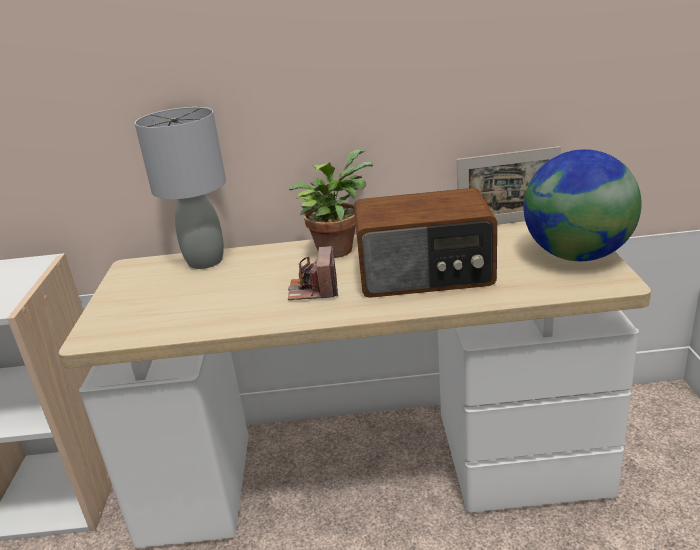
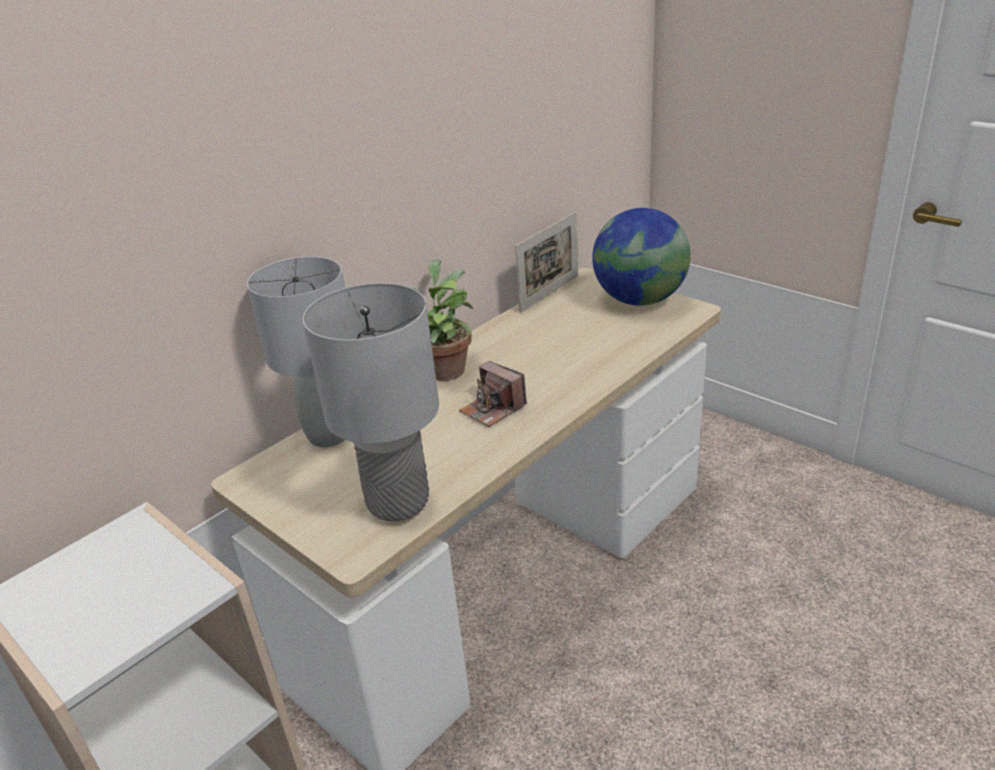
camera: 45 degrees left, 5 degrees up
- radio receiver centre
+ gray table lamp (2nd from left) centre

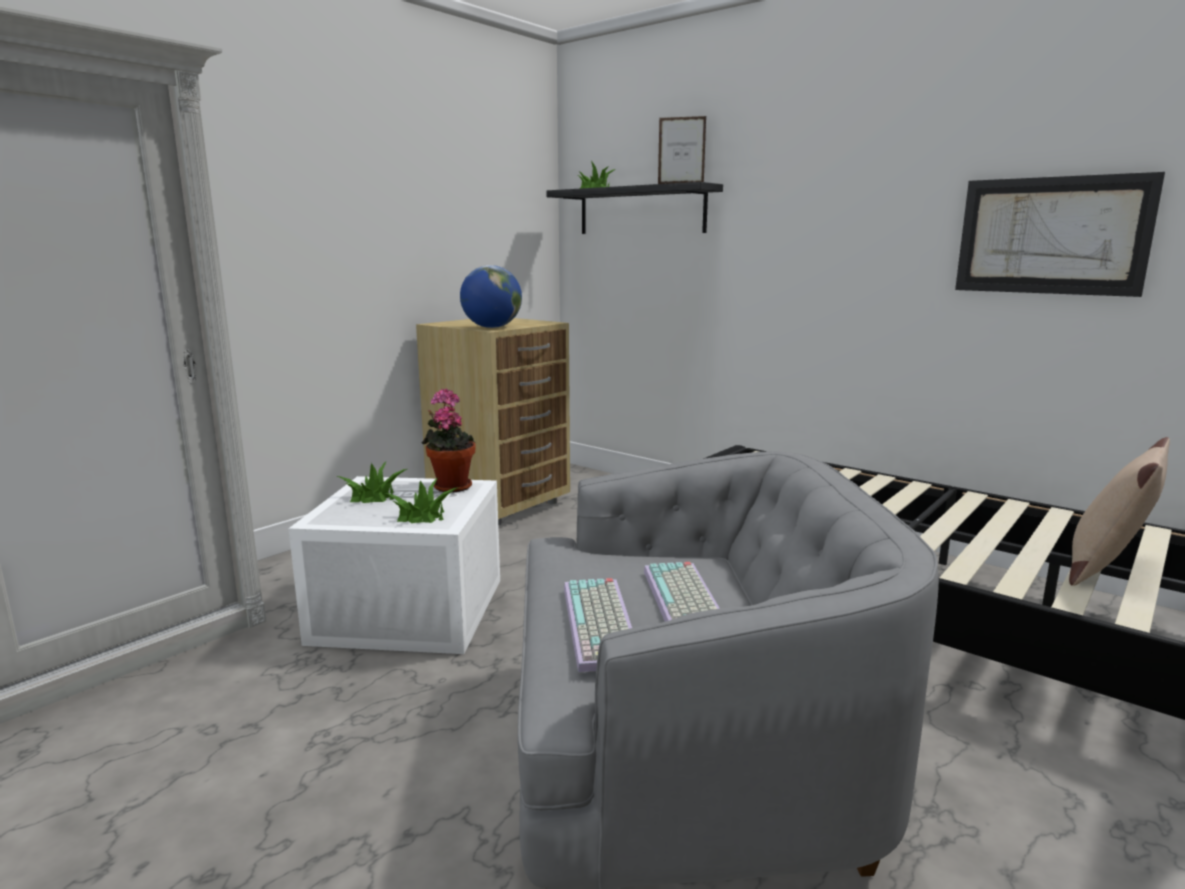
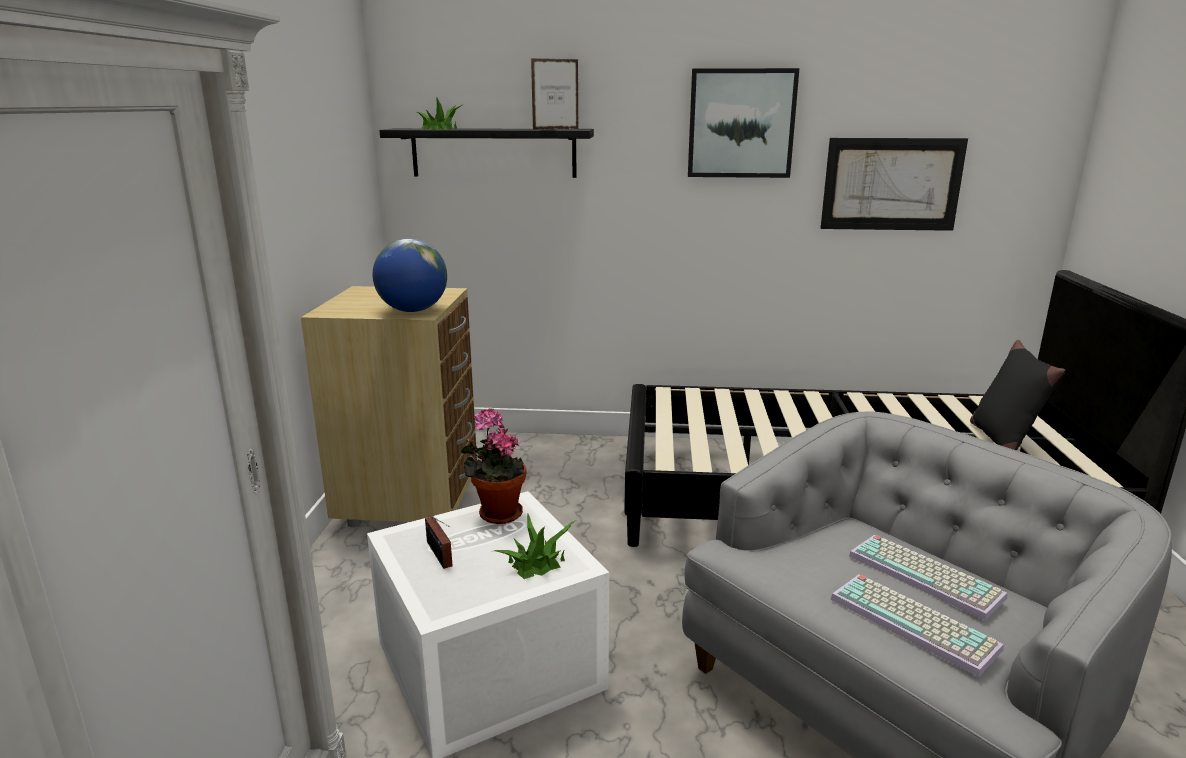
camera: 35 degrees left, 5 degrees up
+ picture (1st from left) top centre
~ plant in a pot (1st from left) middle left to radio receiver bottom centre
~ sand-coloured pillow middle right to black pillow middle right

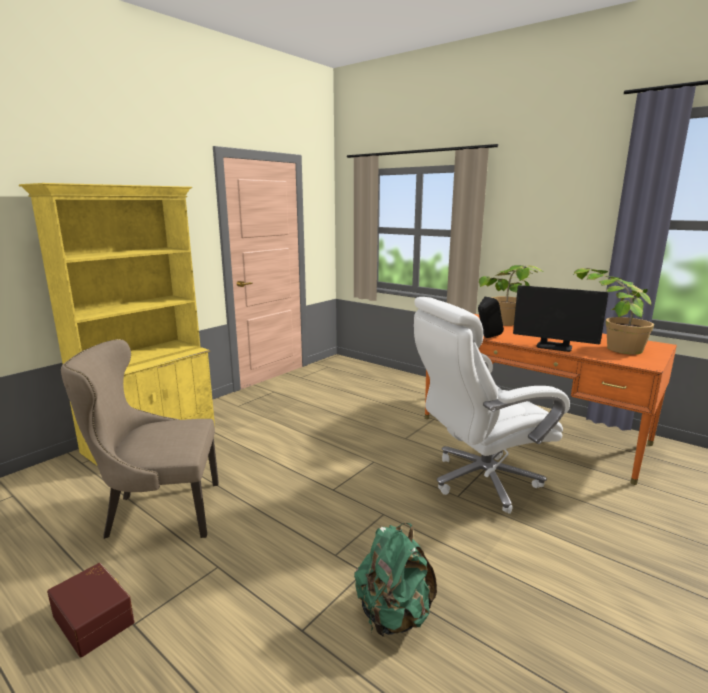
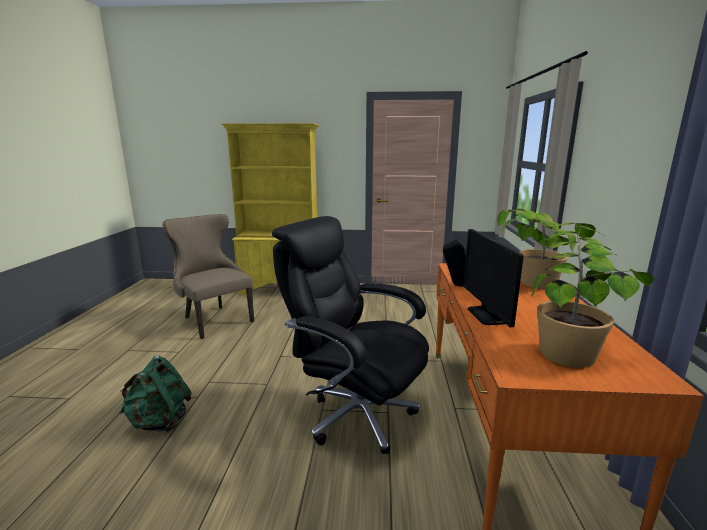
camera: 55 degrees right, 0 degrees up
- brownish storage box bottom left
~ white desk chair middle right to black desk chair centre

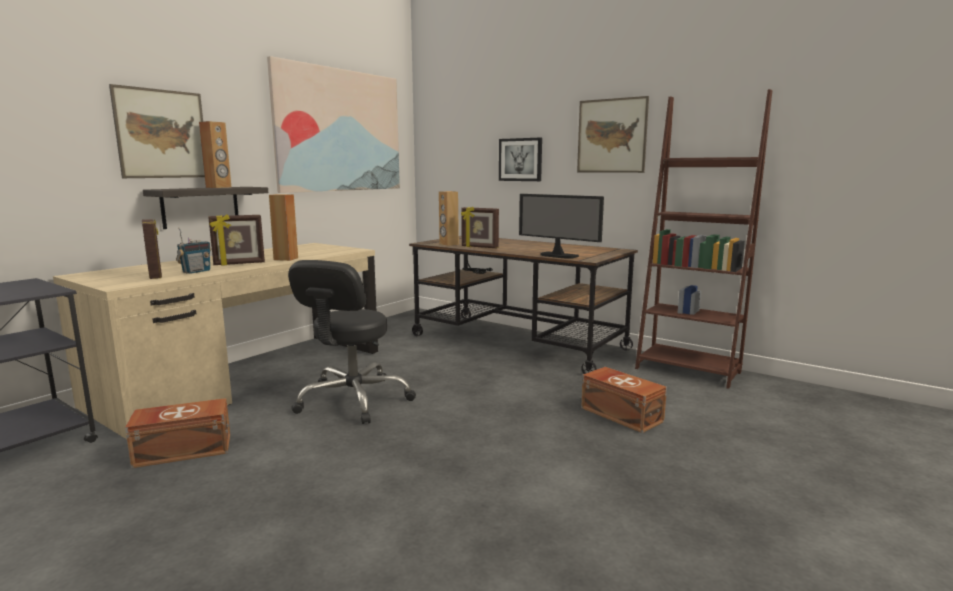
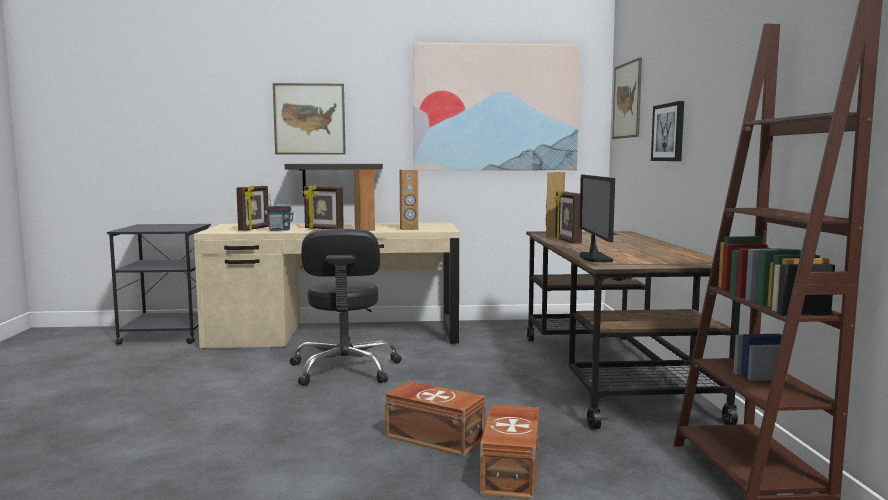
camera: 50 degrees right, 5 degrees down
~ brownish storage box (1st from left) bottom left to bottom centre
~ brownish speaker (1st from left in the first image) top left to brownish speaker (2nd from left) centre
~ picture (4th from left in the first image) top centre to picture (3rd from left) top right
~ black desk chair centre = centre 75 degrees counterclockwise

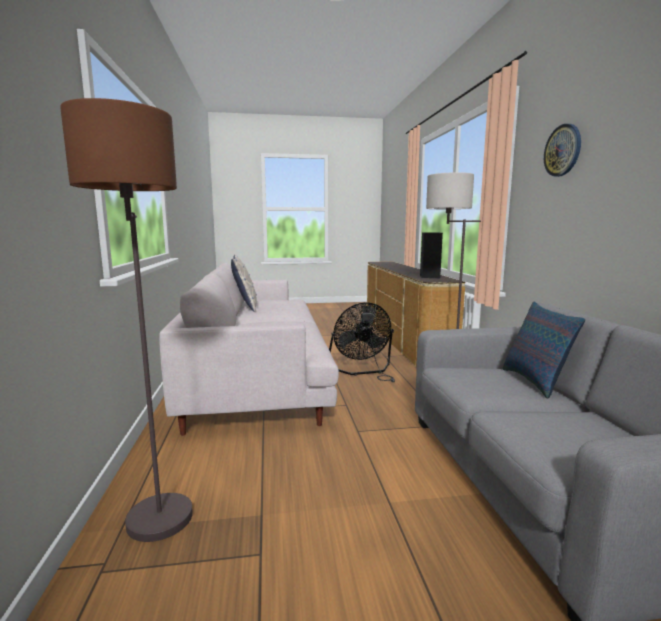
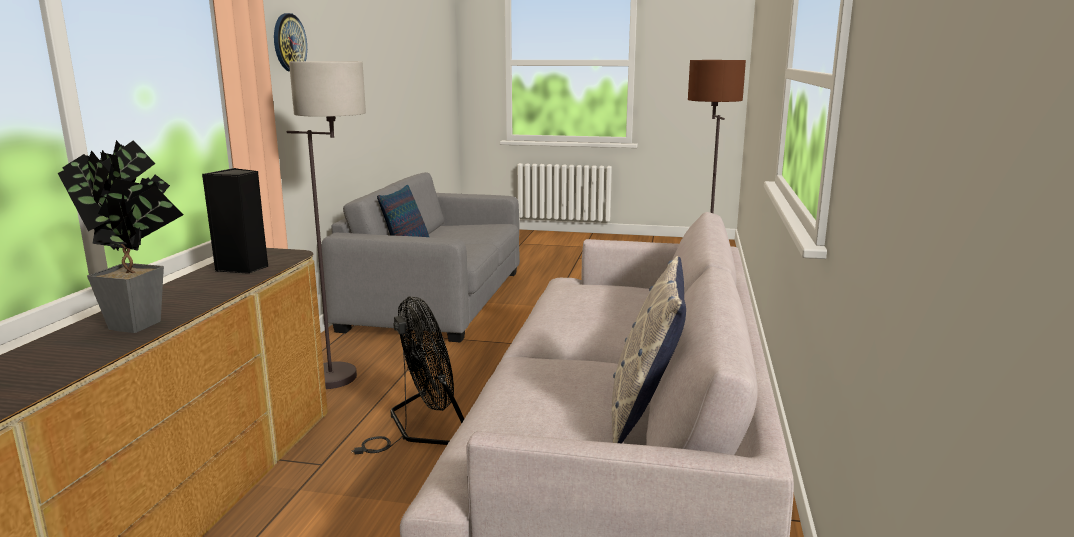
camera: 160 degrees left, 5 degrees up
+ plant in a pot middle left
~ black cooling fan centre = bottom centre 120 degrees counterclockwise

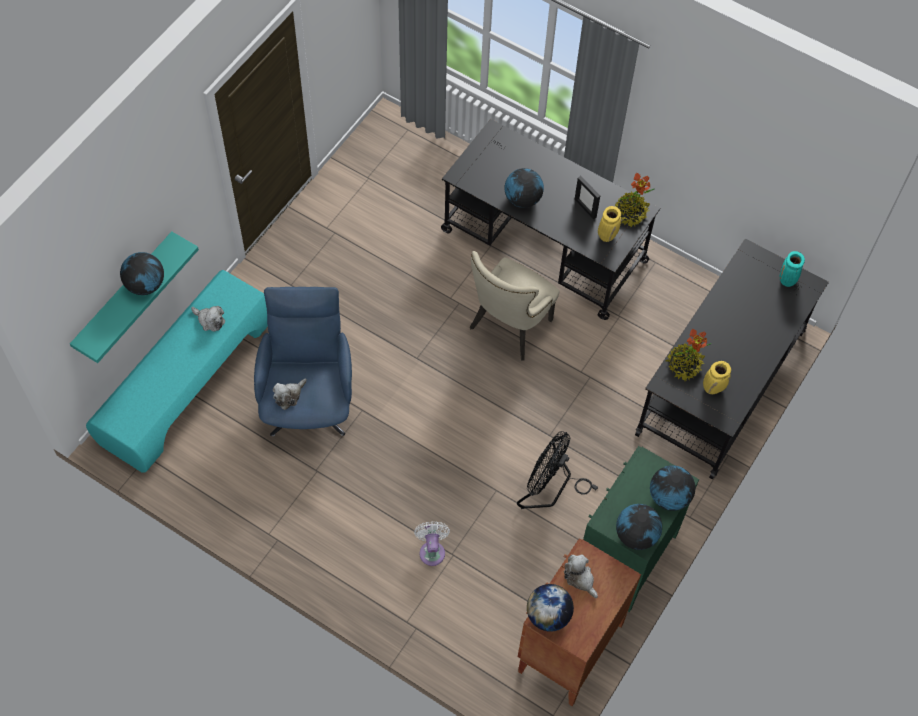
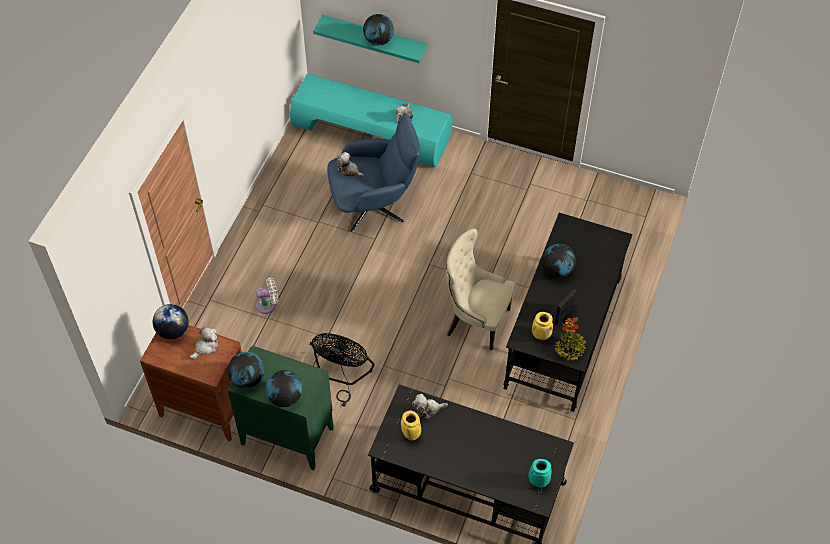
camera: 80 degrees right, 5 degrees down
~ plant in a pot (2nd from left) middle right to soft toy (4th from left) bottom centre

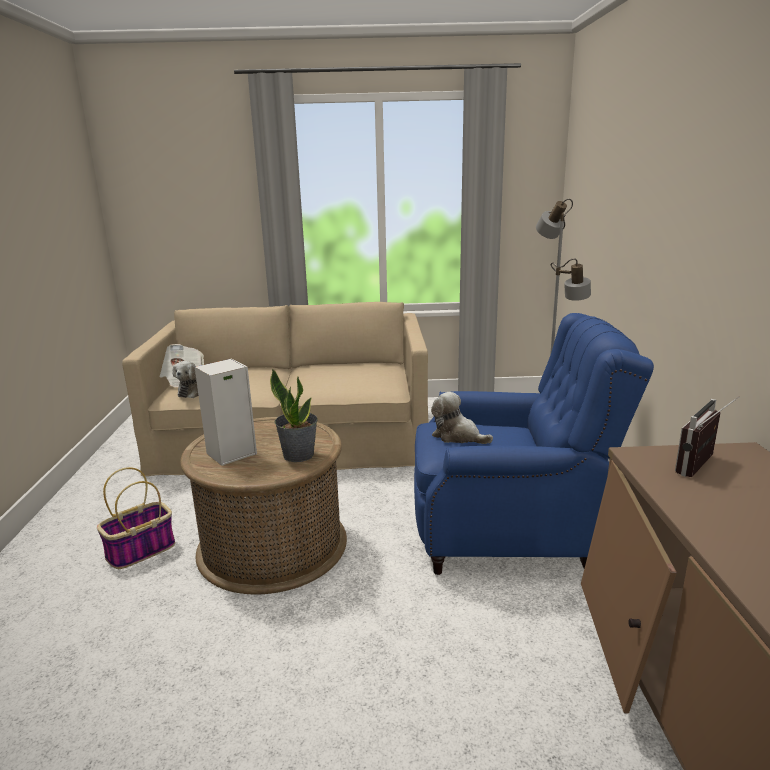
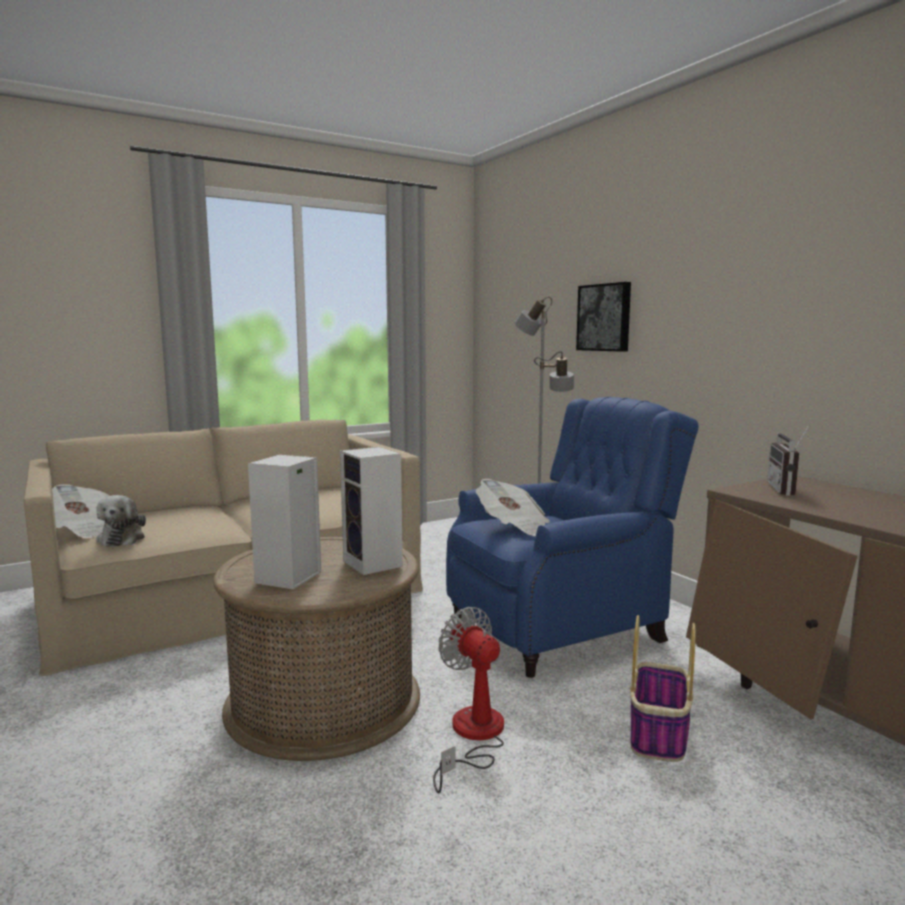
camera: 30 degrees left, 10 degrees down
+ cooling fan bottom centre
+ picture centre
~ storage basket bottom left to bottom right
~ plant in a pot centre to speaker (2nd from left) centre
~ soft toy (2nd from left) centre to newspaper (2nd from left) centre

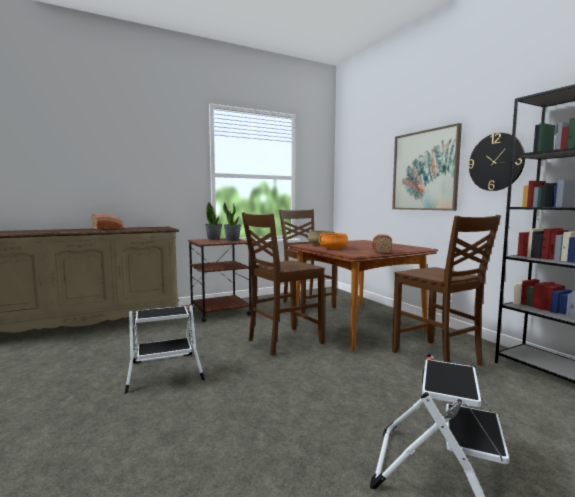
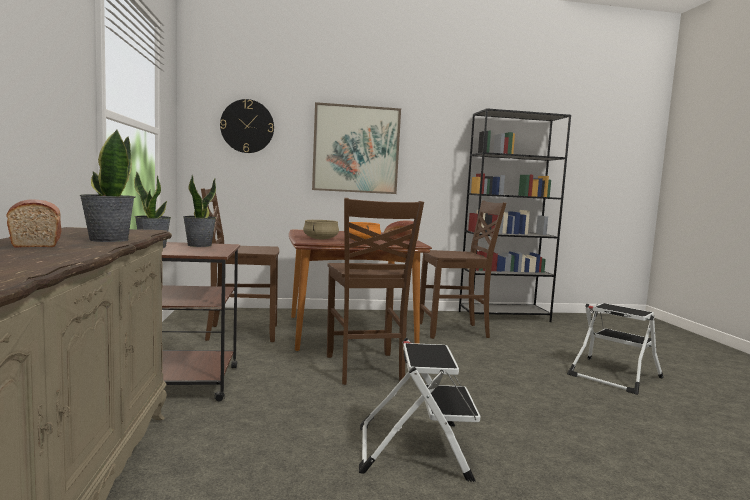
camera: 70 degrees left, 0 degrees up
+ plant in a pot (1st from left) middle left
~ wall clock top right to top left

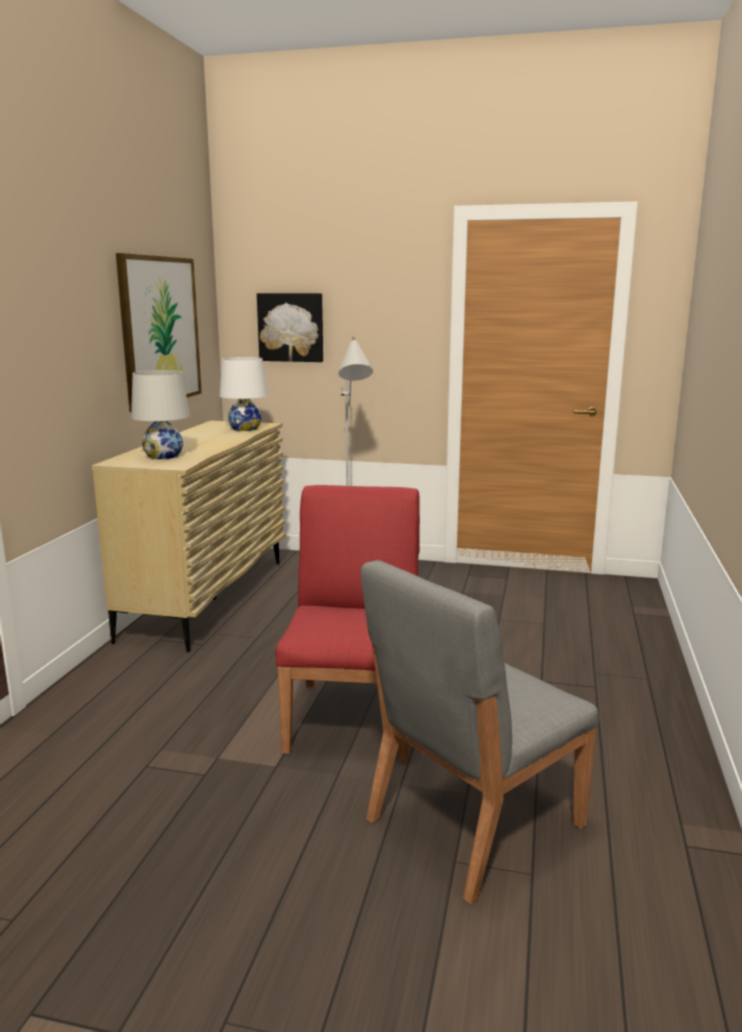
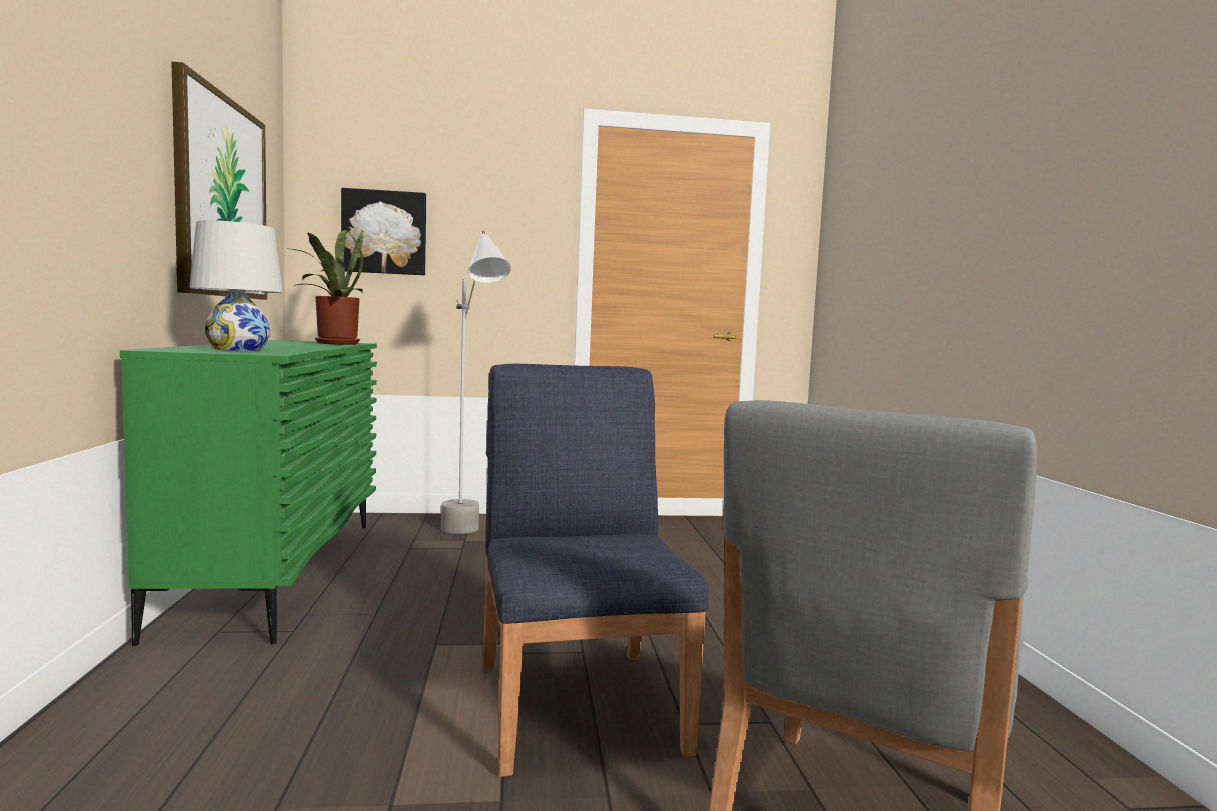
camera: 20 degrees left, 10 degrees down
~ white table lamp (2nd from left) middle left to plant in a pot middle left
~ sand-coloured drawer chest middle left to green drawer chest middle left
~ red upright chair centre to blue-coloured upright chair bottom centre

